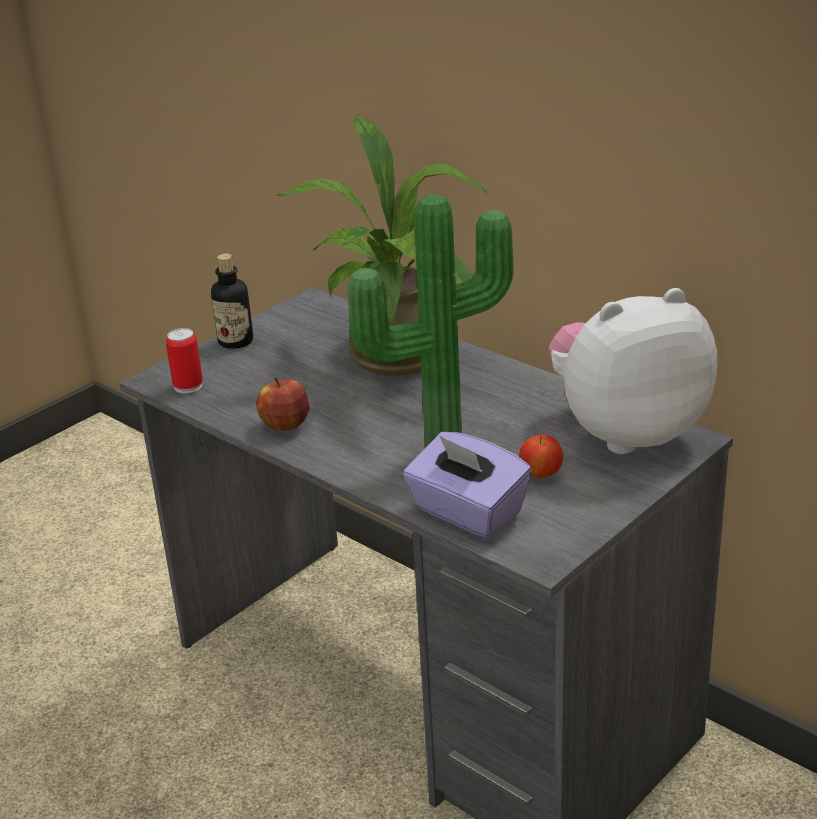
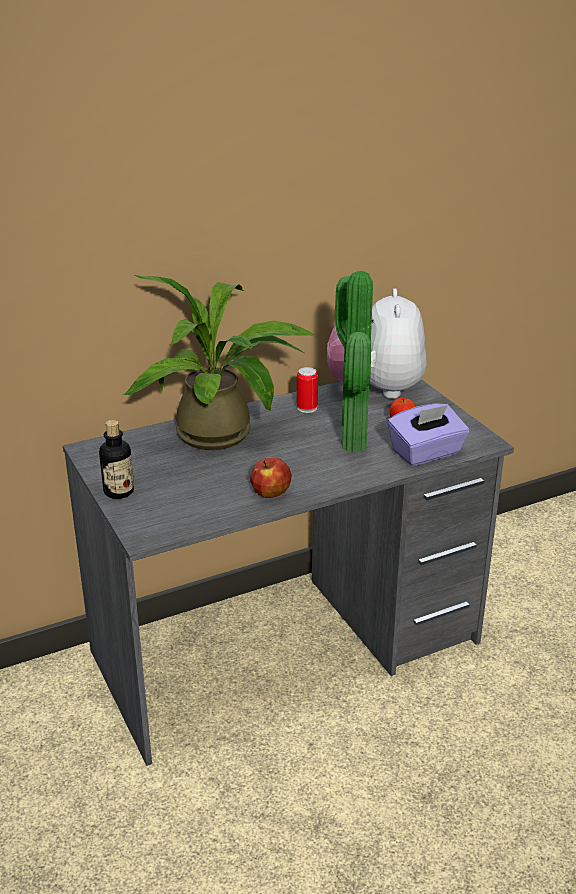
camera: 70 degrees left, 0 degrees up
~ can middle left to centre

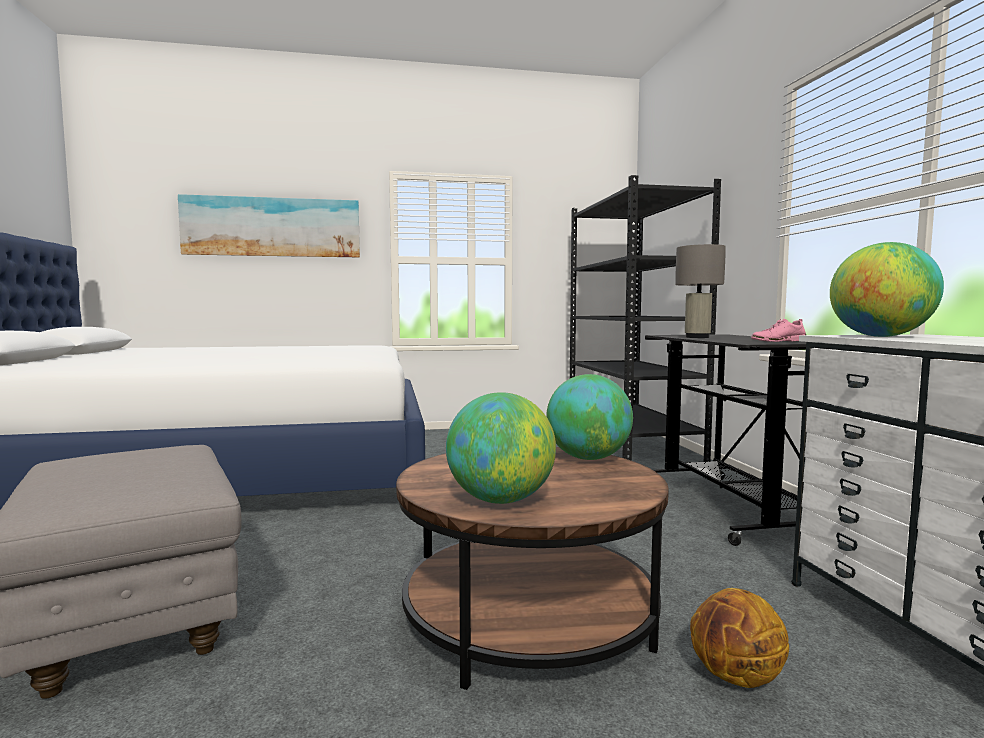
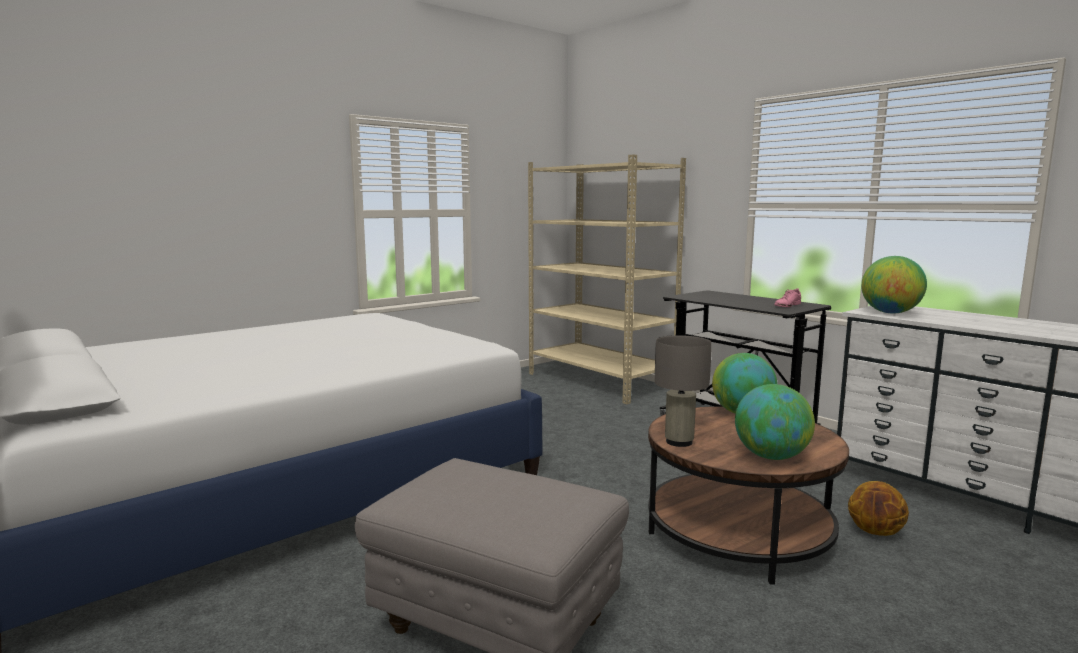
camera: 30 degrees left, 5 degrees up
- picture top left
~ gray table lamp middle right to centre
~ black shelving unit centre to sand-coloured shelving unit centre

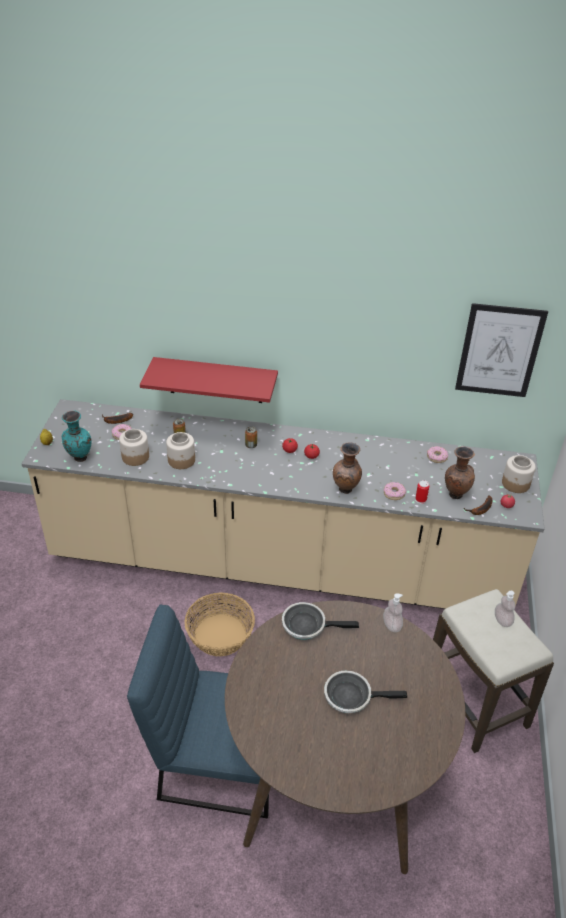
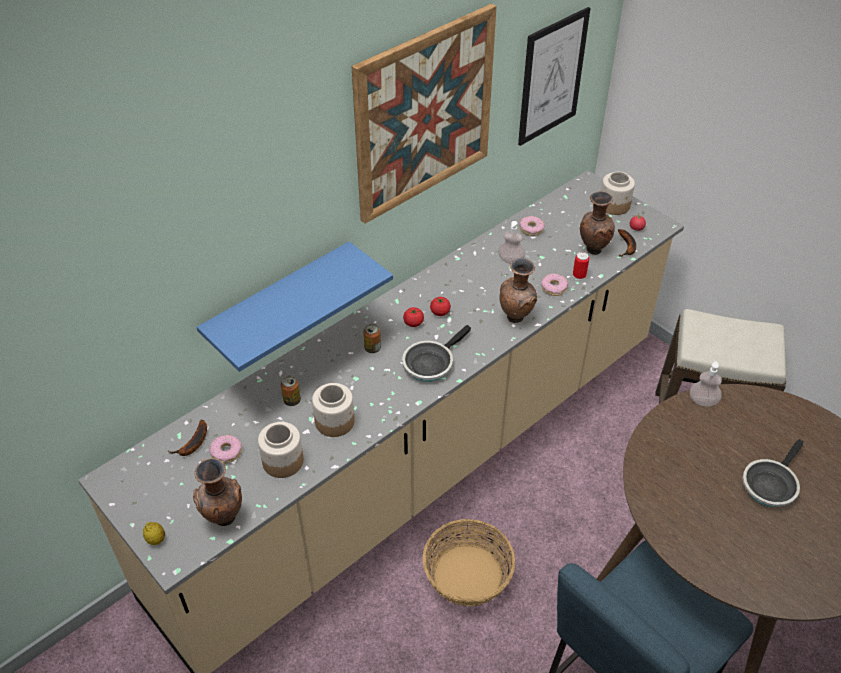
camera: 50 degrees left, 5 degrees up
+ picture (1st from left) top centre
~ pan (1st from left) bottom centre to centre
~ soap dispenser (2nd from left in the first image) middle right to soap dispenser (1st from left) centre
~ turquoise-coloured flower vase middle left to brownish flower vase (1st from left) bottom left
~ red shelf centre to blue-coloured shelf centre

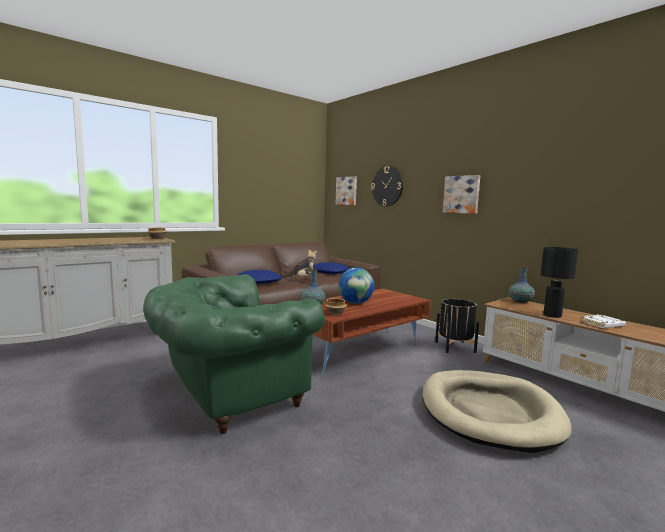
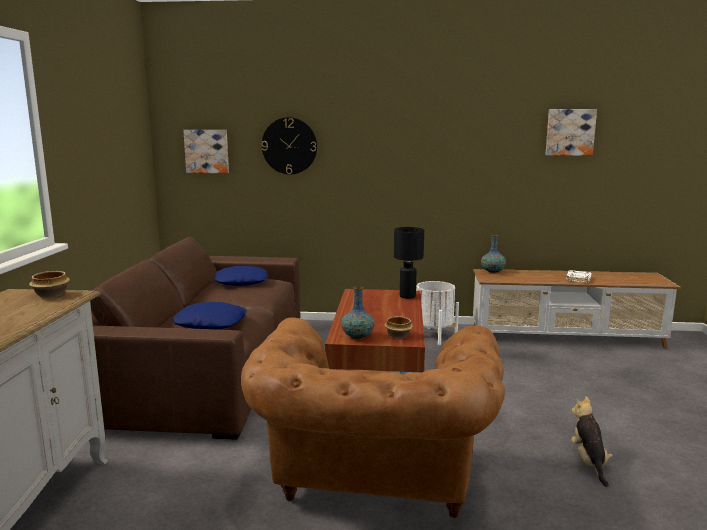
camera: 45 degrees left, 5 degrees up
- world globe centre
- sand-coloured pet bed bottom right
~ soft toy centre to bottom right
~ picture (2nd from left) middle right to top right
~ black table lamp middle right to centre
~ green easy chair centre to brownish easy chair bottom centre
~ black flower pot middle right to white flower pot centre

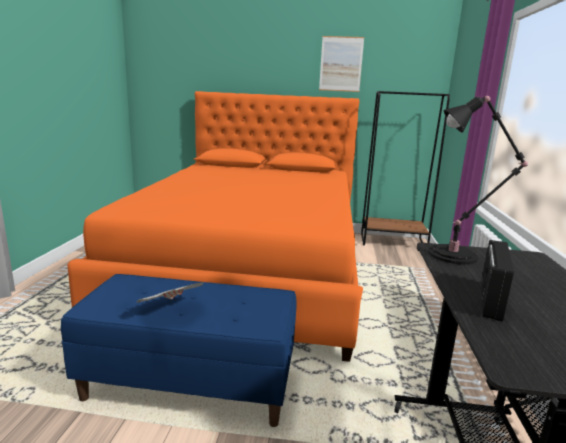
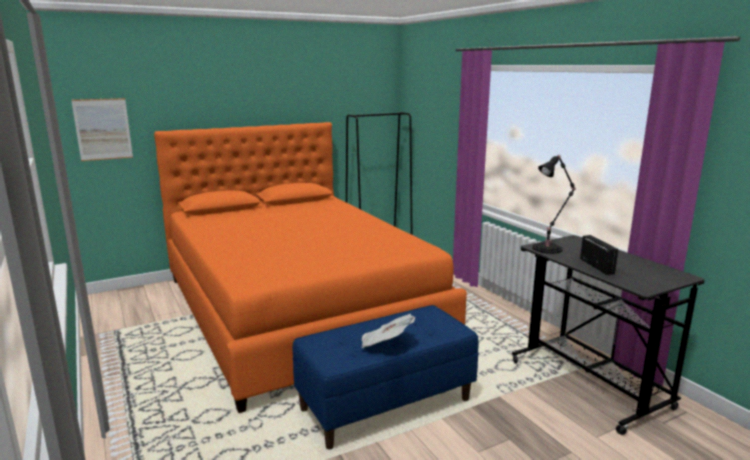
camera: 35 degrees left, 0 degrees up
~ picture top centre to top left

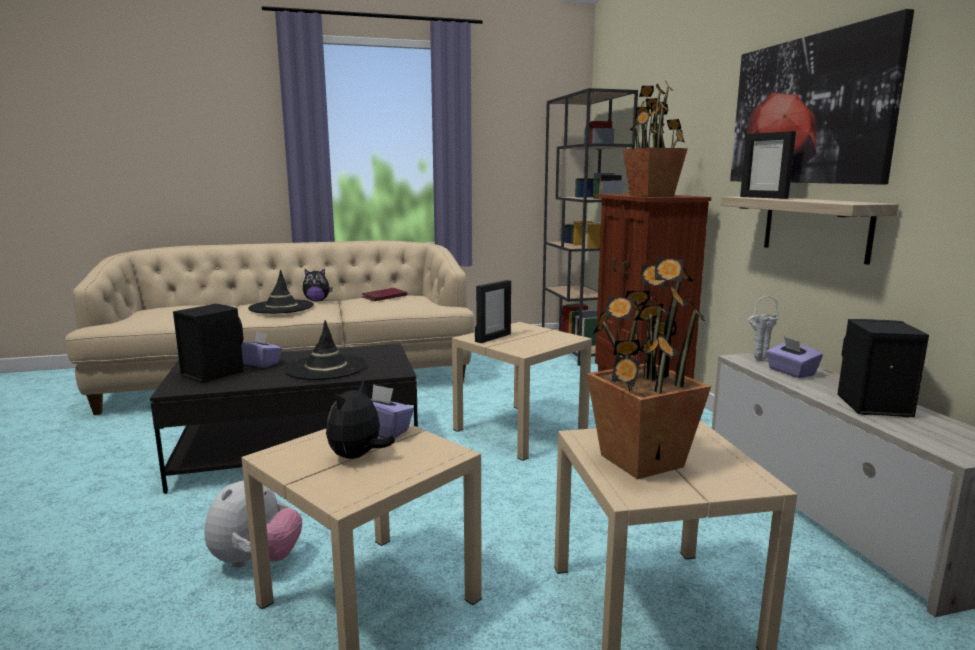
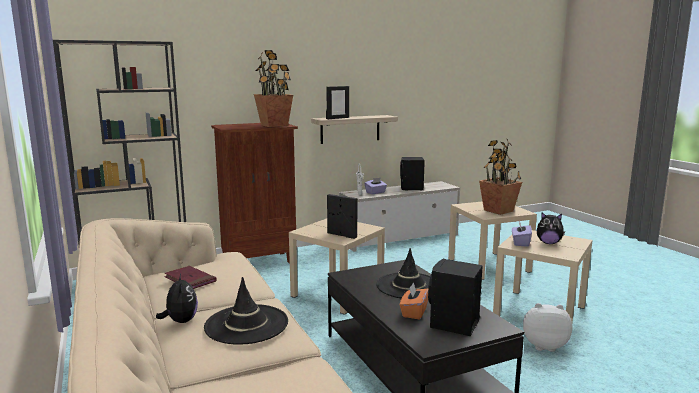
camera: 100 degrees left, 0 degrees up
- picture top right
~ purple-coloured box of tissues (1st from left) middle left to orangey box of tissues bottom centre

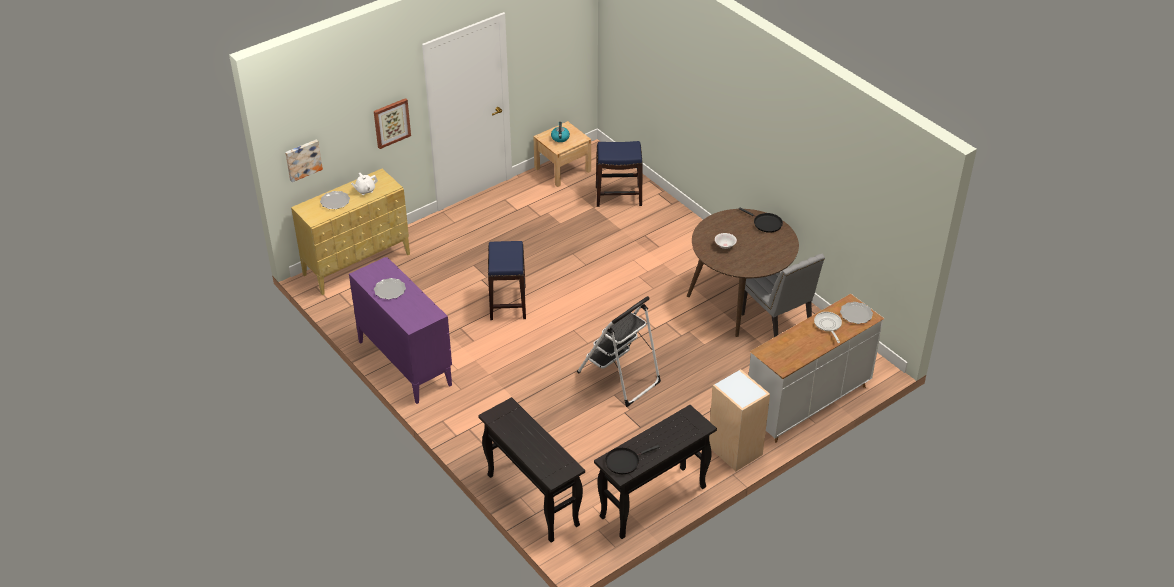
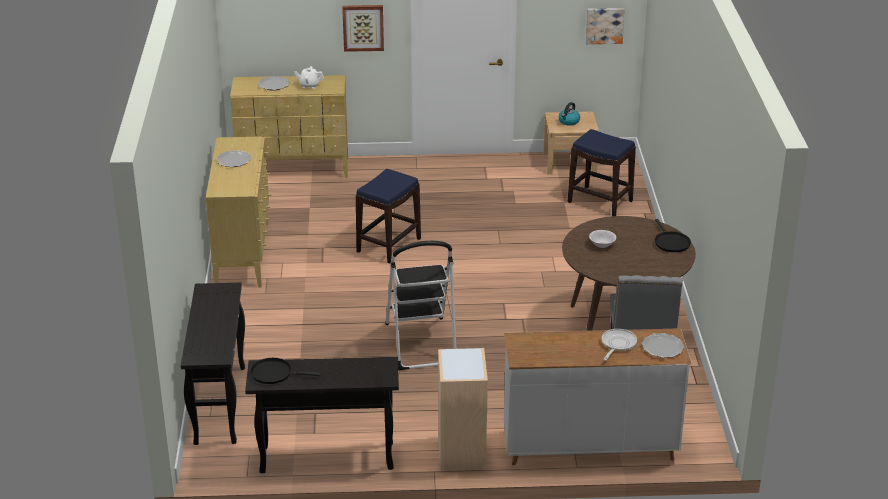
camera: 35 degrees right, 10 degrees down
~ picture (1st from left in the first image) top left to picture (2nd from left) top right
~ purple-coloured drawer chest centre to sand-coloured drawer chest (1st from left) middle left

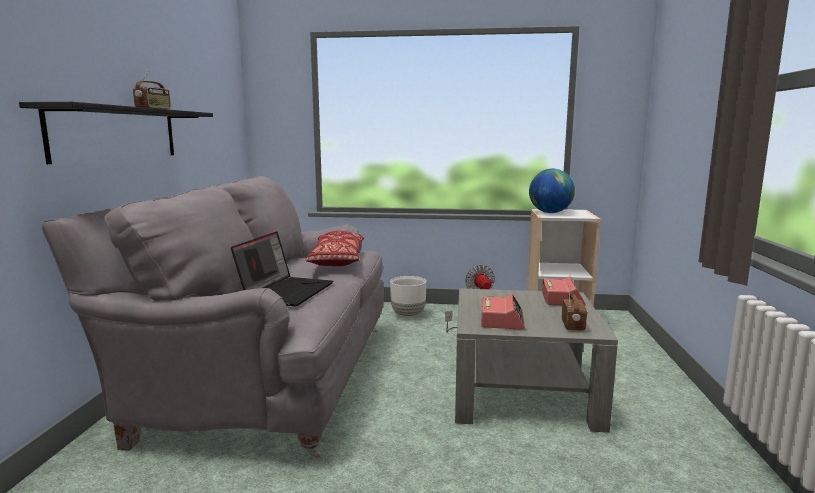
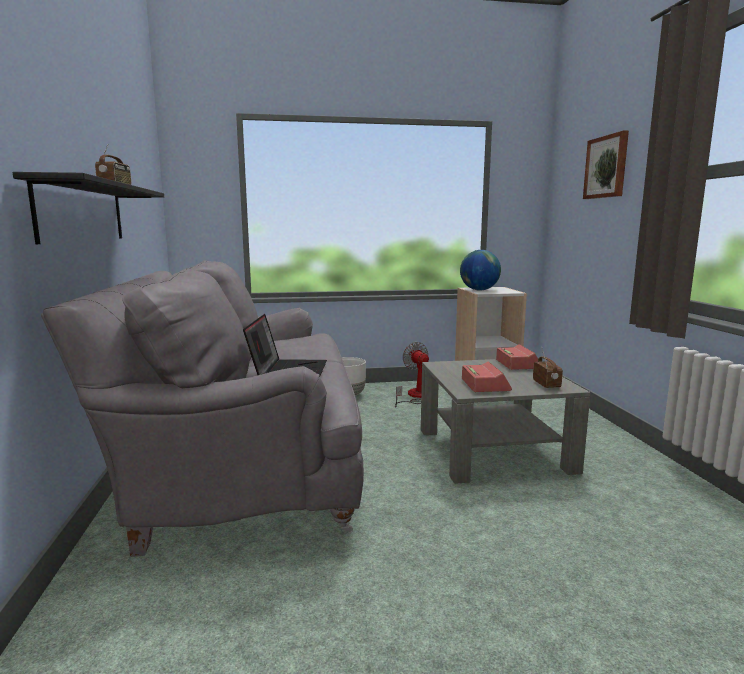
camera: 15 degrees left, 0 degrees up
- red pillow centre
+ picture top right

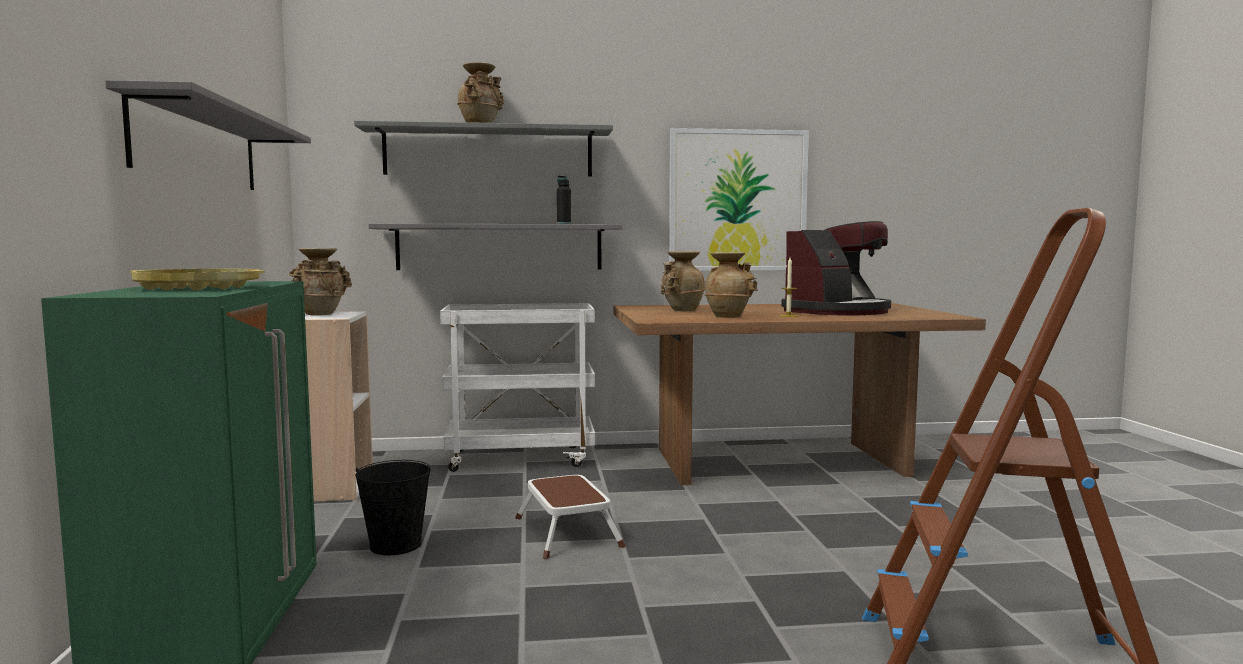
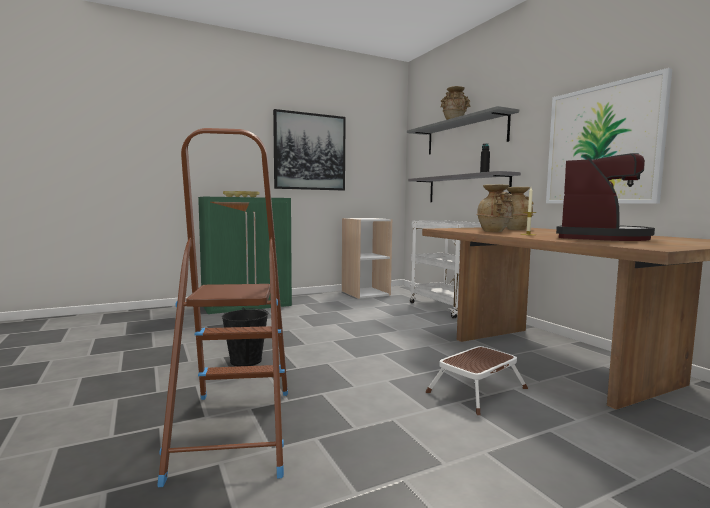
camera: 70 degrees right, 0 degrees up
- sand-coloured flower vase (1st from left) middle left
~ black bucket bottom left to centre
~ brownish step ladder (1st from left in the first image) bottom centre to brownish step ladder (2nd from left) bottom right
~ gray shelf (1st from left) top left to picture (1st from left) top centre
~ coffee maker middle right = middle right 90 degrees counterclockwise

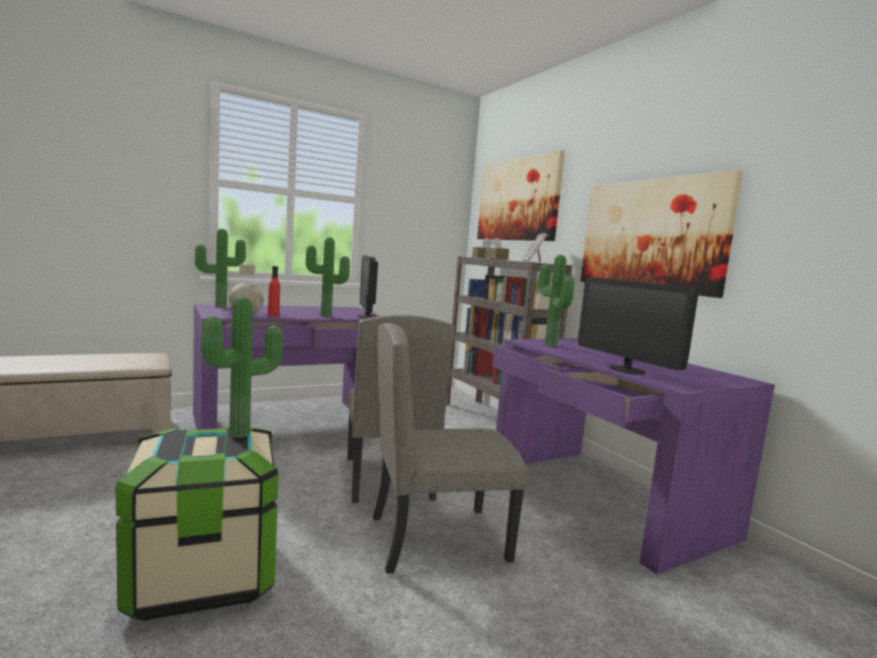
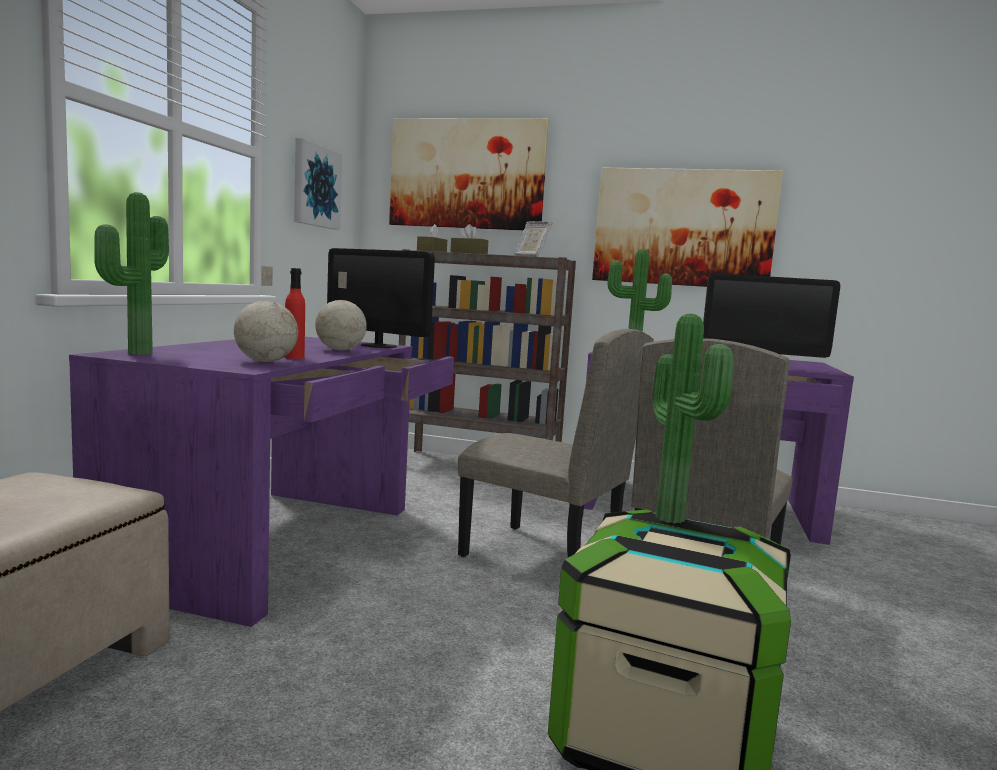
camera: 45 degrees left, 0 degrees up
+ picture (1st from left) top left
~ plant in a pot (3rd from left) centre to world globe (2nd from left) centre

